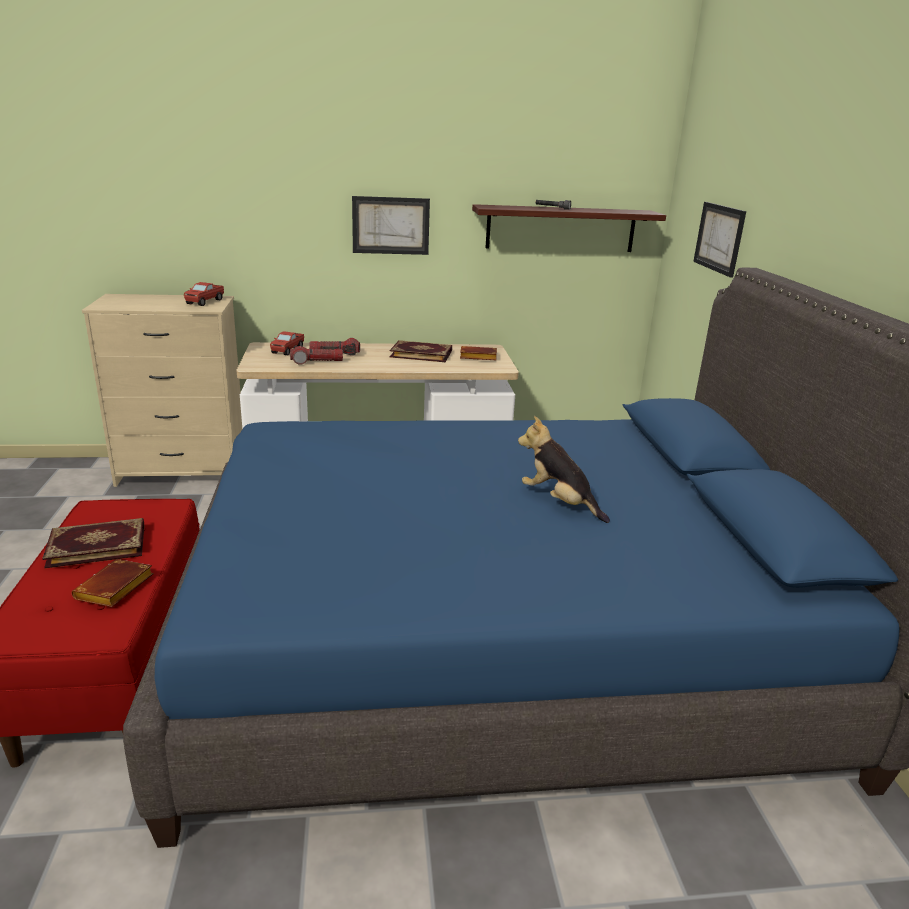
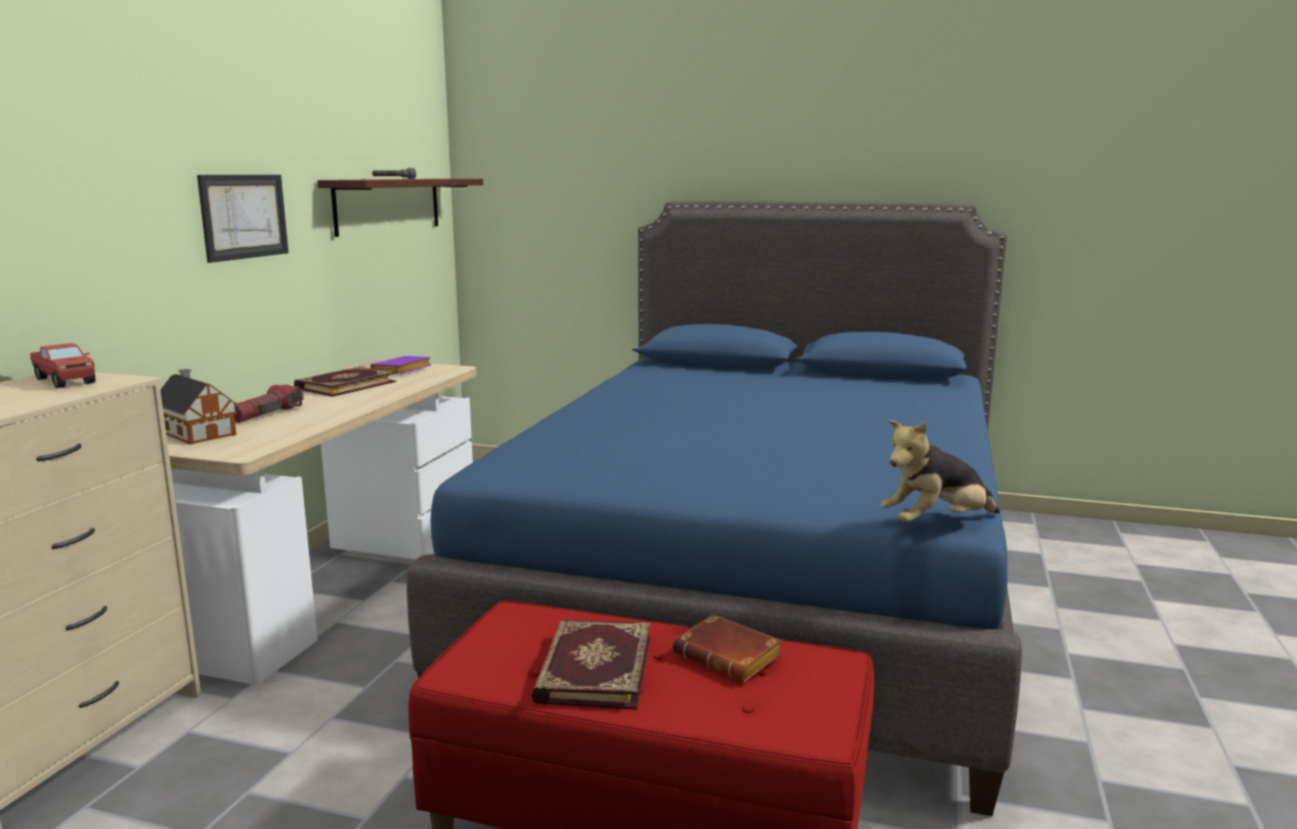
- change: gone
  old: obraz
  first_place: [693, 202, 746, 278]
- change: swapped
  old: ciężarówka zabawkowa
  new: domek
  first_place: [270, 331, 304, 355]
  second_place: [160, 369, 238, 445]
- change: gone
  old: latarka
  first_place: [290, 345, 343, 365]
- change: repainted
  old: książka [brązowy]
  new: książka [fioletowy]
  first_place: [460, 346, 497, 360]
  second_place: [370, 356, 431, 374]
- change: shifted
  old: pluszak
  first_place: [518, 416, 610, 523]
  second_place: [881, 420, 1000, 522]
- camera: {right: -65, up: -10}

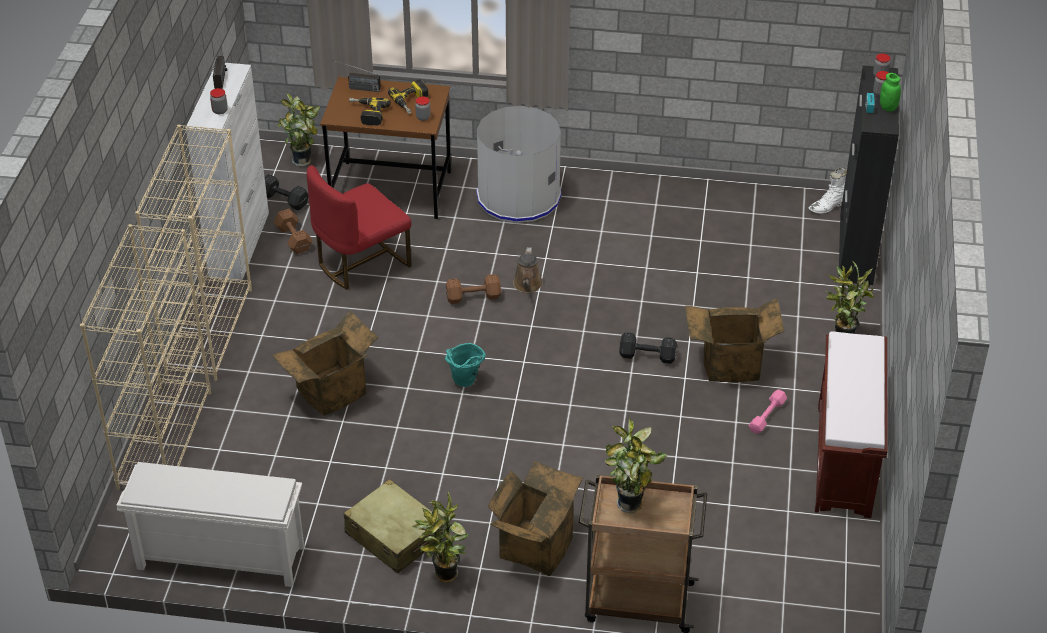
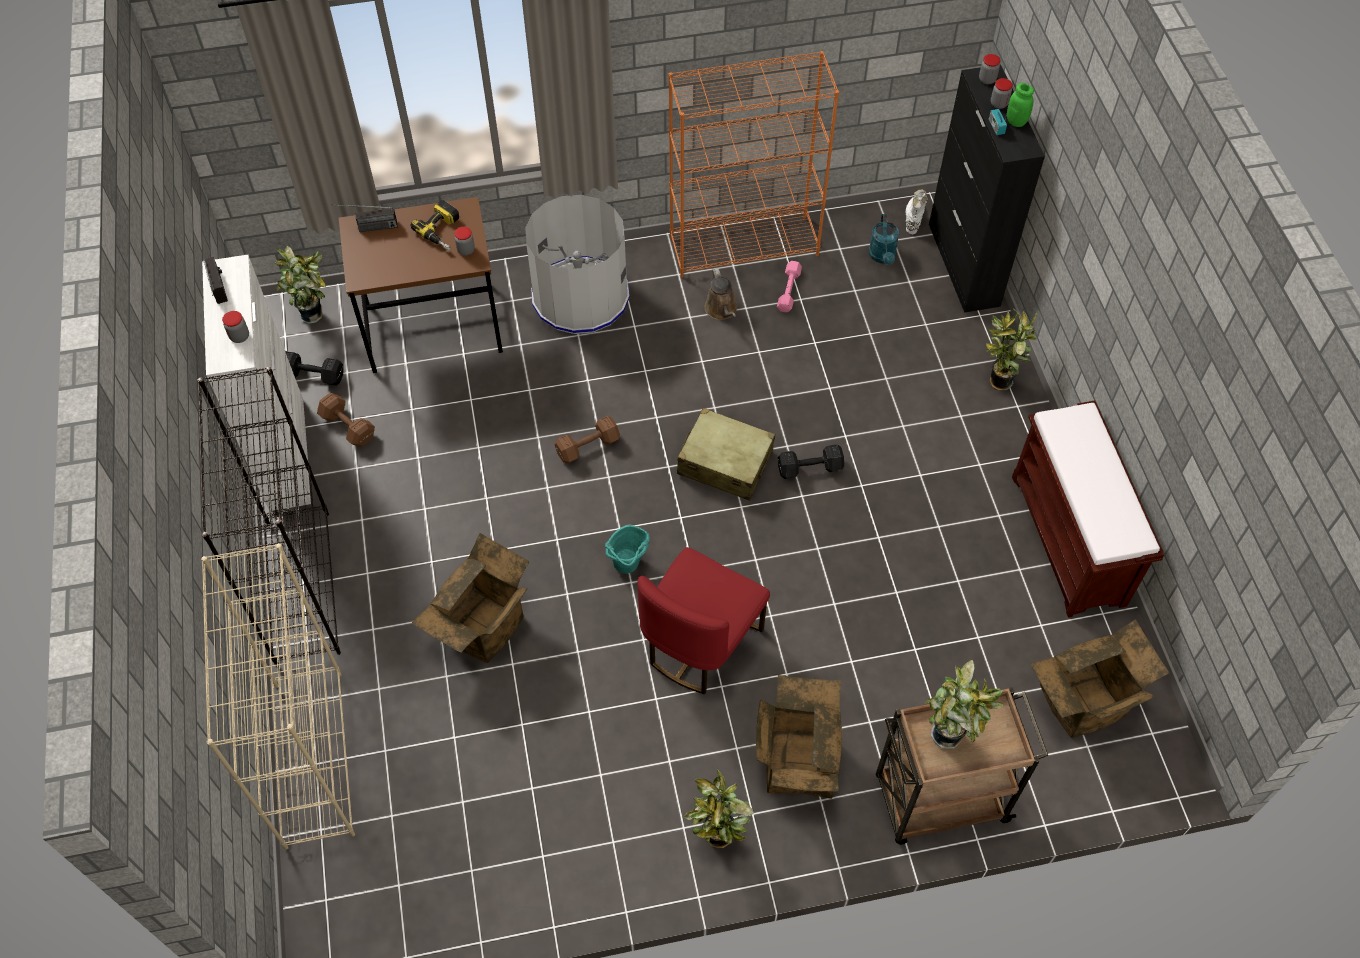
- change: gone
  old: wiertarka
  first_place: [349, 97, 391, 126]
- change: repainted
  old: regał [beżowy]
  new: regał [czarny]
  first_place: [135, 124, 252, 381]
  second_place: [198, 367, 341, 665]
- change: shifted
  old: krzesło [czerwony]
  first_place: [306, 165, 411, 290]
  second_place: [638, 547, 770, 694]
- change: rotated
  old: but z cholewką [biały]
  first_place: [809, 167, 847, 213]
  second_place: [906, 189, 928, 234]
  degrees: 150
- change: shifted
  old: konewka [brązowy]
  first_place: [513, 247, 543, 293]
  second_place: [705, 269, 737, 320]
- change: shifted
  old: karton
  first_place: [685, 298, 784, 382]
  second_place: [1031, 619, 1170, 738]
- change: shifted
  old: hantel [różowy]
  first_place: [748, 389, 787, 434]
  second_place: [777, 261, 802, 312]
- change: gone
  old: regał na buty [biały]
  first_place: [116, 462, 305, 587]
- change: shifted
  old: walizka [beżowy]
  first_place: [344, 479, 443, 574]
  second_place: [677, 408, 775, 501]
- change: new
  new: regał [pomarańczowy]
  second_place: [668, 51, 839, 278]
- change: new
  new: konewka [turkusowy]
  second_place: [869, 214, 899, 265]
- camera: {right: -20, up: 15}

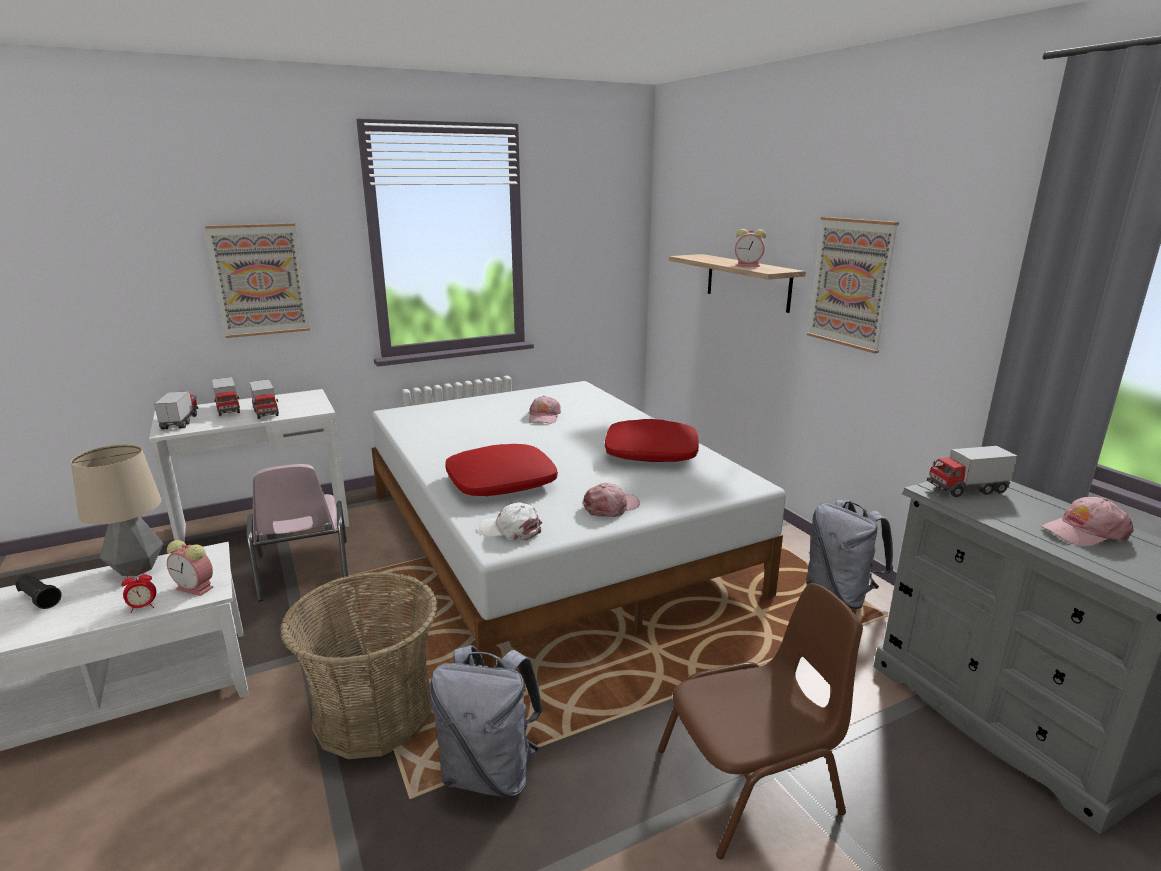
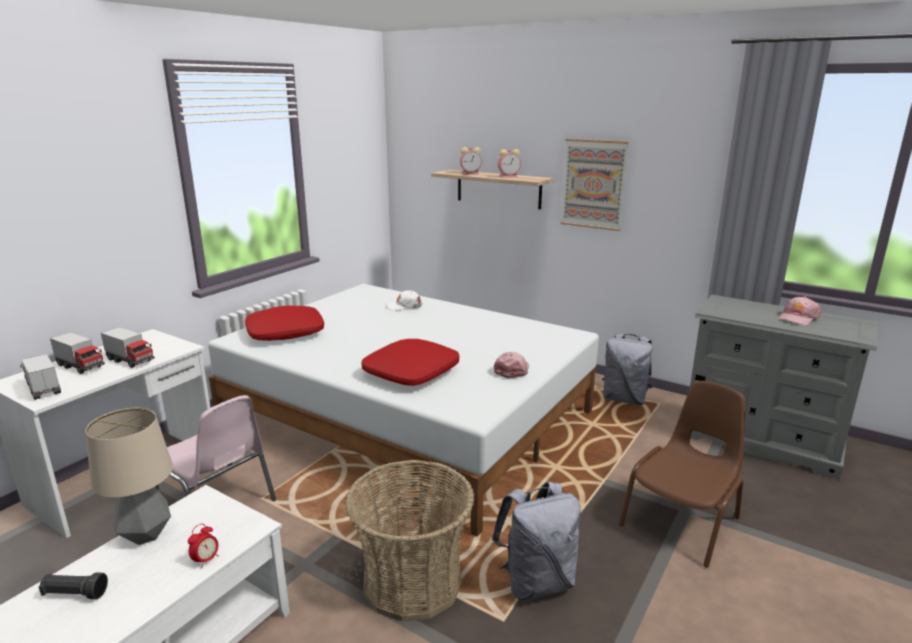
- change: gone
  old: obraz
  first_place: [205, 223, 310, 338]
- change: gone
  old: czapka z daszkiem [różowy]
  first_place: [529, 396, 561, 424]
- change: shifted
  old: poduszka [czerwony]
  first_place: [605, 419, 699, 462]
  second_place: [245, 305, 324, 341]
- change: gone
  old: ciężarówka zabawkowa
  first_place: [927, 446, 1018, 497]
- change: shifted
  old: czapka z daszkiem [biały]
  first_place: [479, 502, 542, 541]
  second_place: [387, 290, 423, 311]
- change: shifted
  old: budzik
  first_place: [167, 540, 214, 596]
  second_place: [460, 147, 482, 175]
- camera: {right: -30, up: 0}

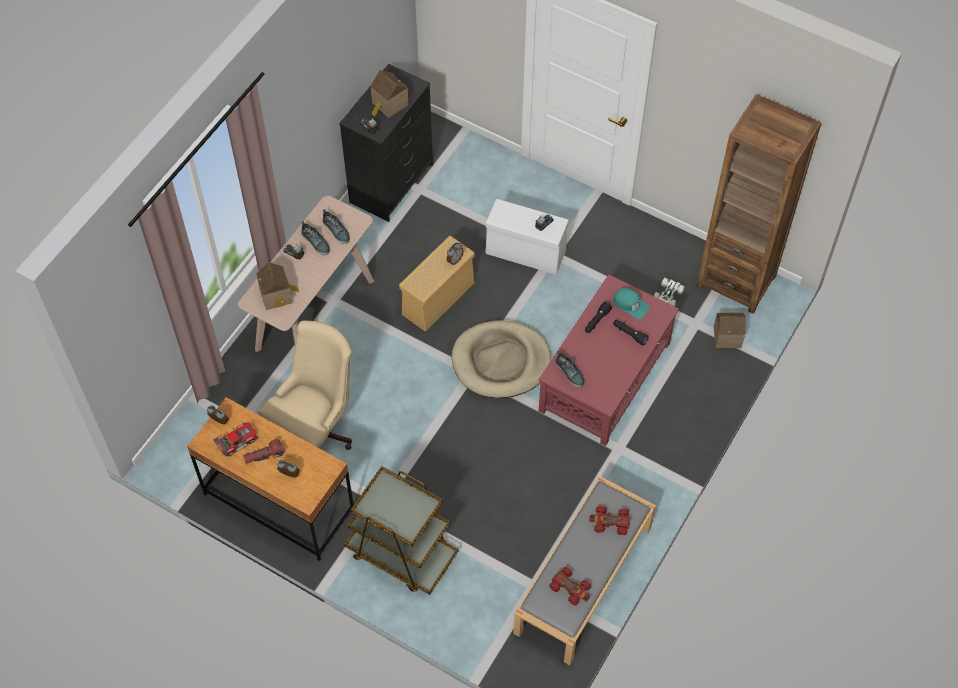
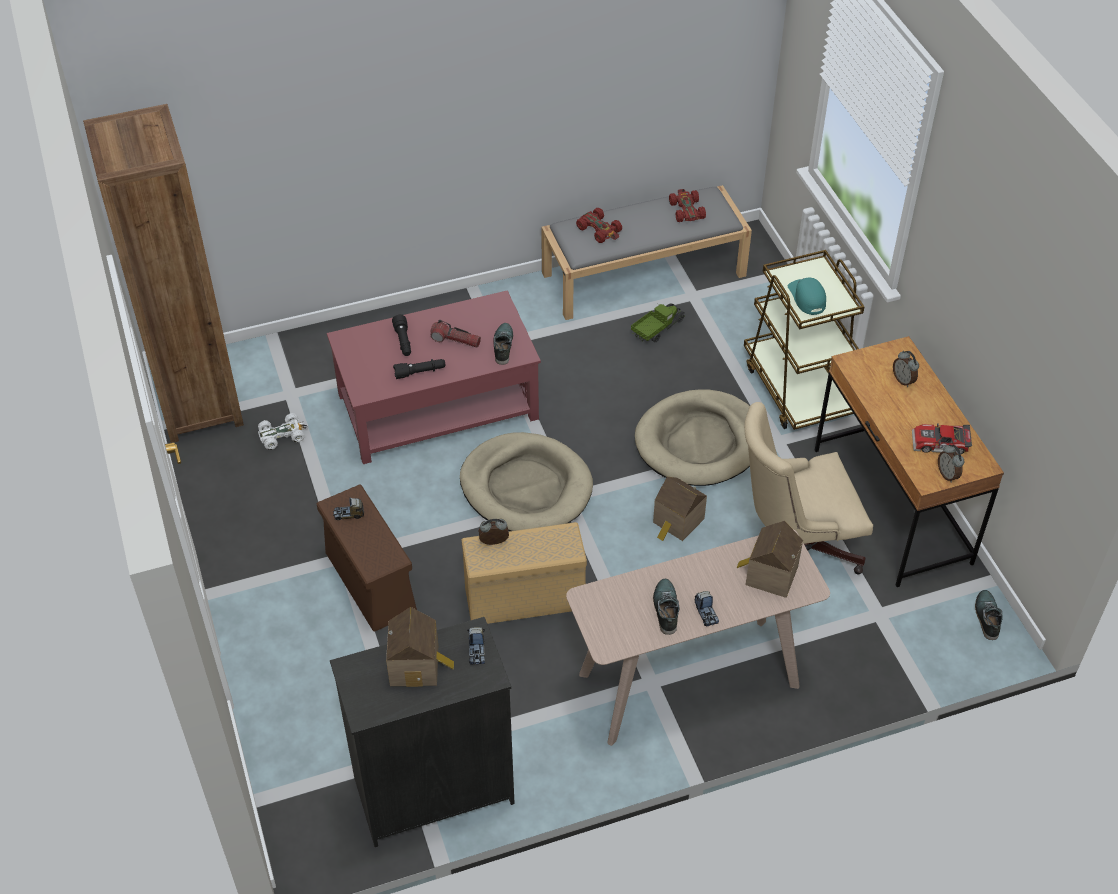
- change: repainted
  old: pojemnik do przechowywania [biały]
  new: pojemnik do przechowywania [brązowy]
  first_place: [486, 199, 569, 274]
  second_place: [317, 485, 417, 631]
- change: shifted
  old: but
  first_place: [323, 209, 350, 244]
  second_place: [975, 590, 1002, 640]
- change: shifted
  old: czapka z daszkiem [turkusowy]
  first_place: [613, 288, 650, 319]
  second_place: [788, 278, 826, 315]
- change: shifted
  old: domek
  first_place: [714, 313, 746, 348]
  second_place: [653, 477, 707, 541]
- change: shifted
  old: latarka
  first_place: [243, 439, 285, 464]
  second_place: [431, 320, 481, 347]
- change: new
  new: ciężarówka zabawkowa
  second_place: [631, 303, 685, 342]
- change: new
  new: legowisko [beżowy]
  second_place: [635, 390, 750, 486]
- camera: {right: -140, up: -10}

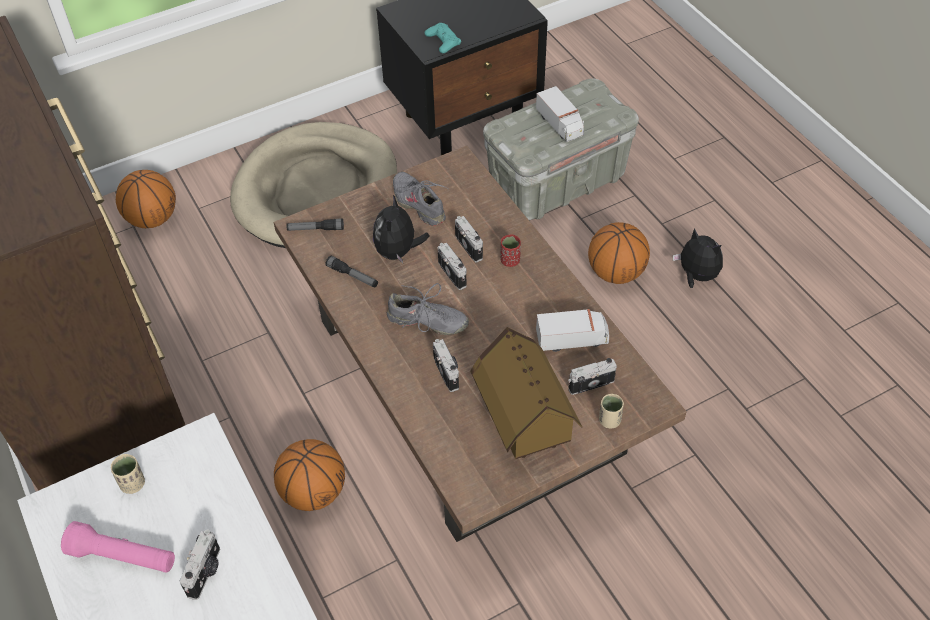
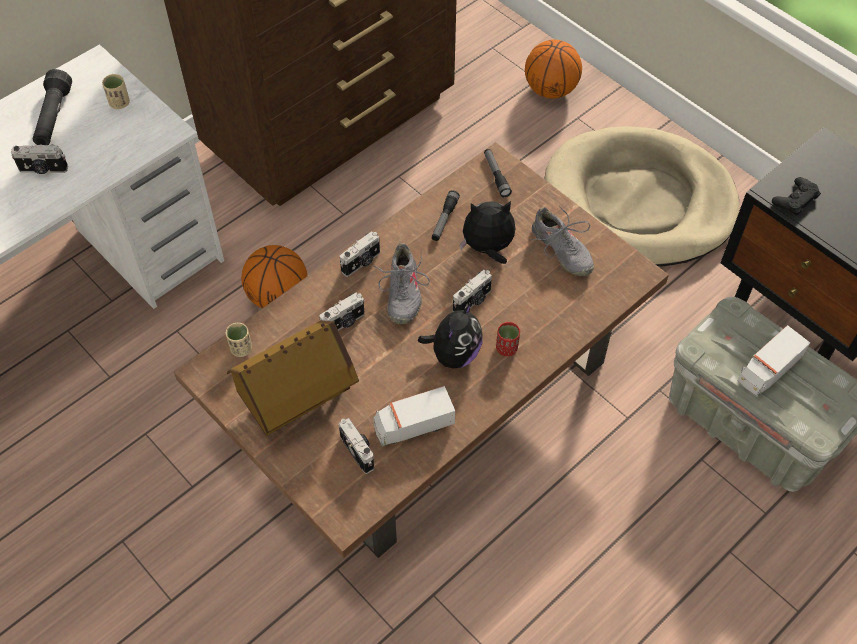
- change: repainted
  old: pad do gier [turkusowy]
  new: pad do gier [czarny]
  first_place: [425, 23, 461, 53]
  second_place: [772, 177, 821, 216]
- change: rotated
  old: but [szary]
  first_place: [393, 172, 449, 226]
  second_place: [530, 205, 594, 276]
  degrees: 105
- change: shifted
  old: aparat fotograficzny
  first_place: [455, 216, 483, 262]
  second_place: [340, 231, 380, 277]
- change: gone
  old: piłka do koszykówki
  first_place: [588, 222, 650, 284]
- change: shifted
  old: pluszak
  first_place: [673, 228, 723, 288]
  second_place: [418, 303, 482, 368]
- change: rotated
  old: ciężarówka zabawkowa
  first_place: [536, 309, 609, 352]
  second_place: [373, 386, 455, 446]
  degrees: 90
- change: shifted
  old: filiżanka [beżowy]
  first_place: [599, 394, 624, 429]
  second_place: [226, 323, 252, 357]
- change: repainted
  old: latarka [różowy]
  new: latarka [czarny]
  first_place: [61, 521, 175, 573]
  second_place: [33, 69, 72, 145]
- camera: {right: 75, up: 5}

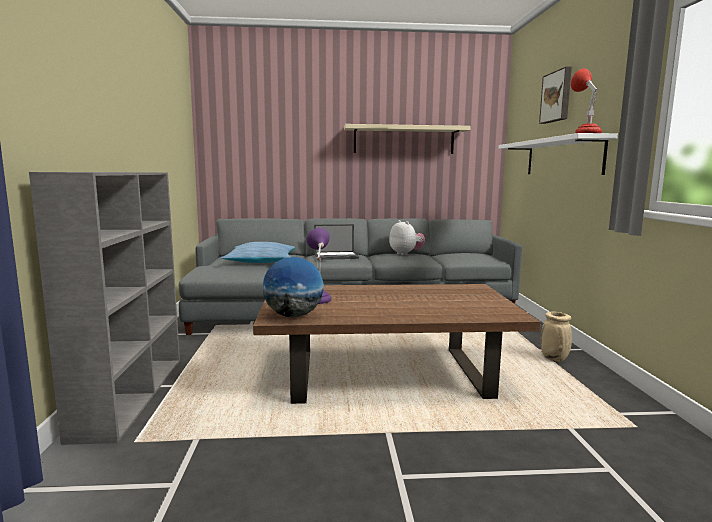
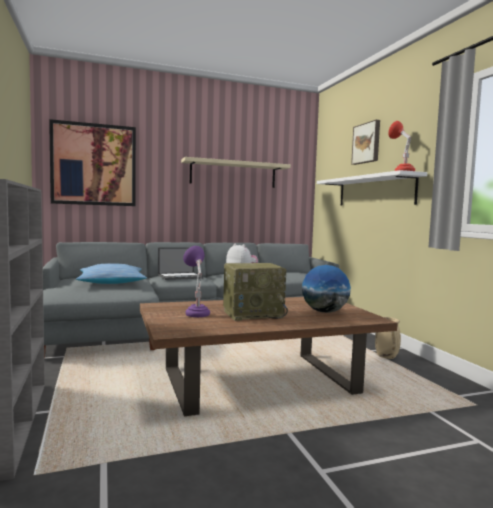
- change: shifted
  old: globus
  first_place: [263, 257, 324, 318]
  second_place: [302, 265, 351, 313]
- change: new
  new: obraz
  second_place: [49, 119, 136, 206]
- change: new
  new: radio
  second_place: [223, 263, 288, 321]
- camera: {right: -15, up: -5}

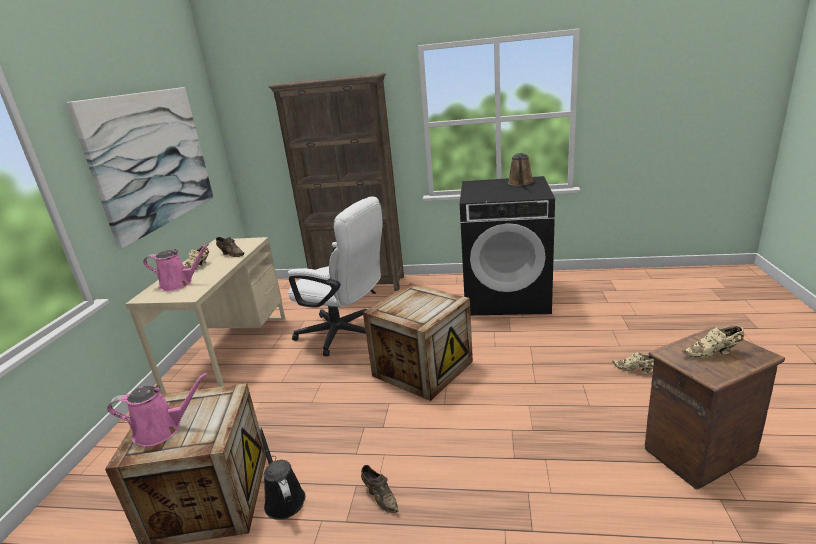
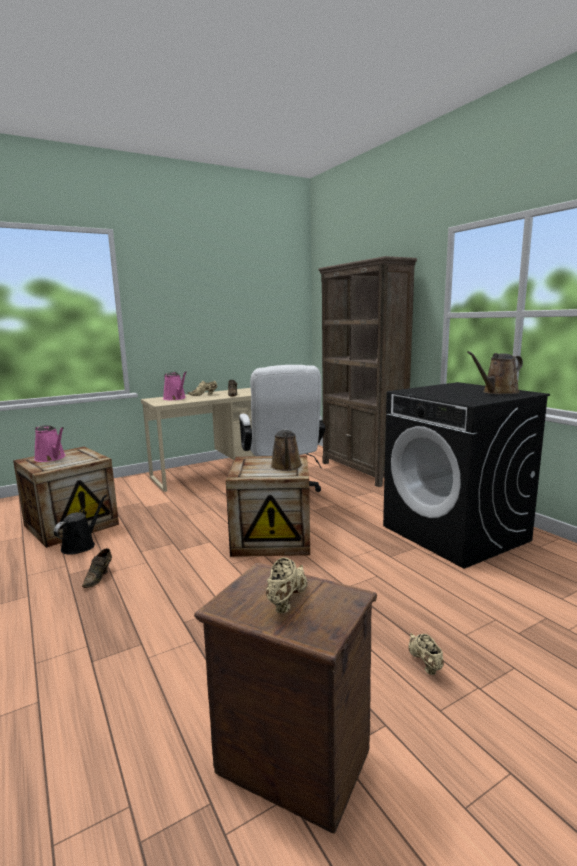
- change: gone
  old: obraz
  first_place: [66, 87, 214, 248]
- change: rotated
  old: but [beżowy]
  first_place: [682, 325, 744, 359]
  second_place: [266, 557, 308, 613]
  degrees: 60
- change: new
  new: konewka [brązowy]
  second_place: [271, 429, 302, 471]
- camera: {right: 50, up: -10}

